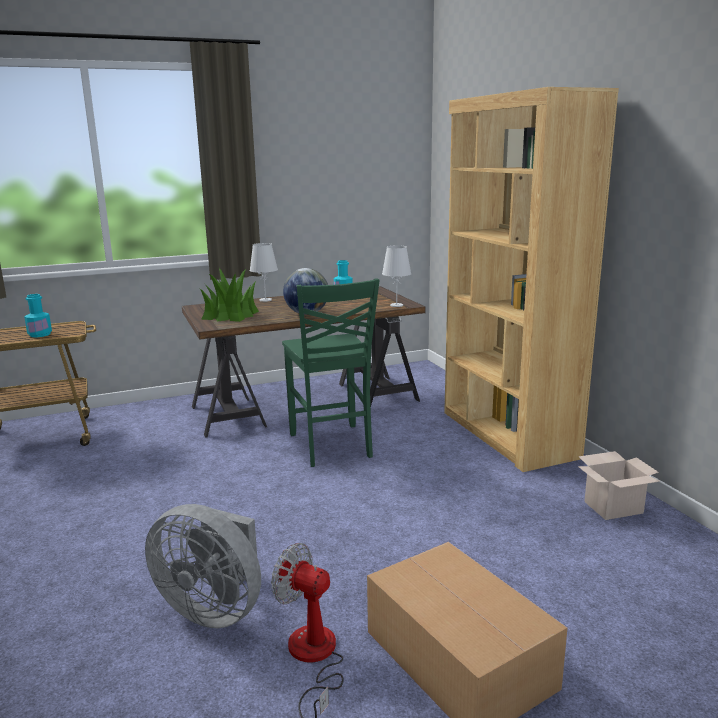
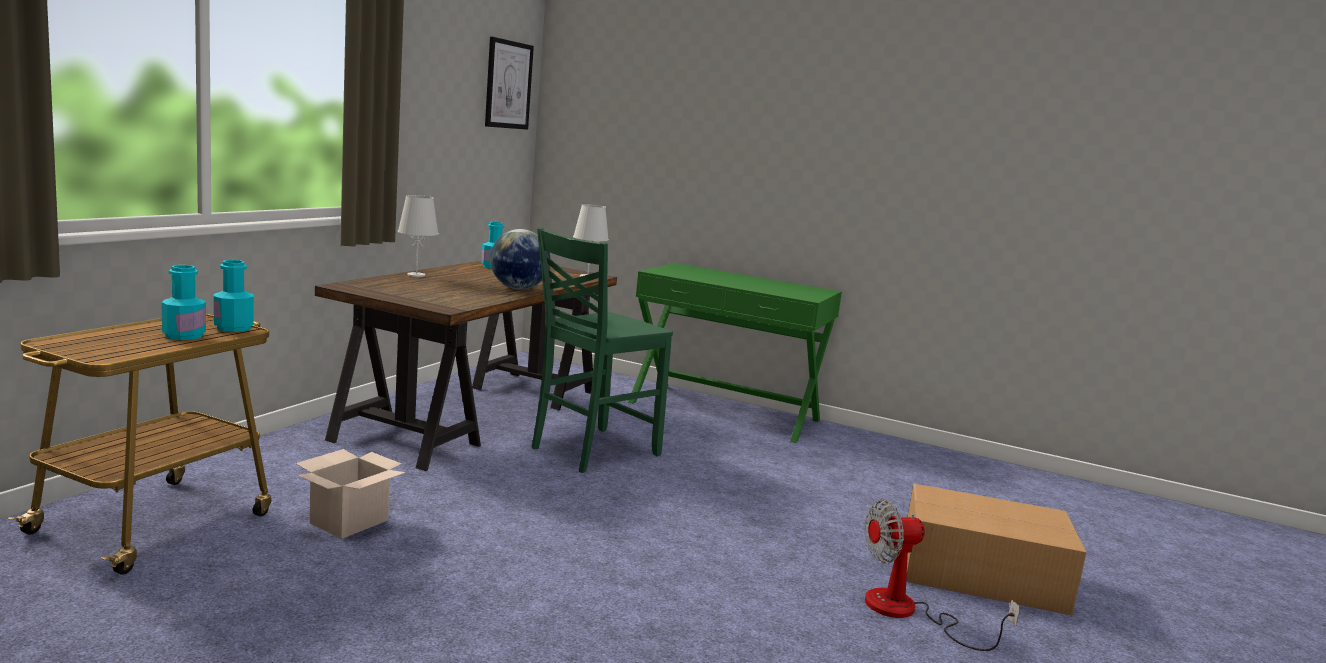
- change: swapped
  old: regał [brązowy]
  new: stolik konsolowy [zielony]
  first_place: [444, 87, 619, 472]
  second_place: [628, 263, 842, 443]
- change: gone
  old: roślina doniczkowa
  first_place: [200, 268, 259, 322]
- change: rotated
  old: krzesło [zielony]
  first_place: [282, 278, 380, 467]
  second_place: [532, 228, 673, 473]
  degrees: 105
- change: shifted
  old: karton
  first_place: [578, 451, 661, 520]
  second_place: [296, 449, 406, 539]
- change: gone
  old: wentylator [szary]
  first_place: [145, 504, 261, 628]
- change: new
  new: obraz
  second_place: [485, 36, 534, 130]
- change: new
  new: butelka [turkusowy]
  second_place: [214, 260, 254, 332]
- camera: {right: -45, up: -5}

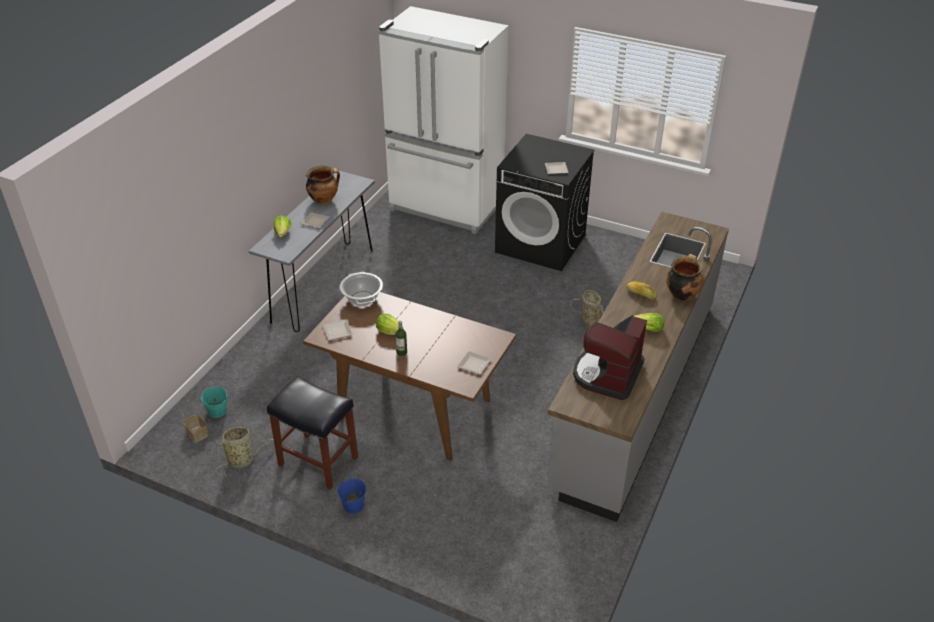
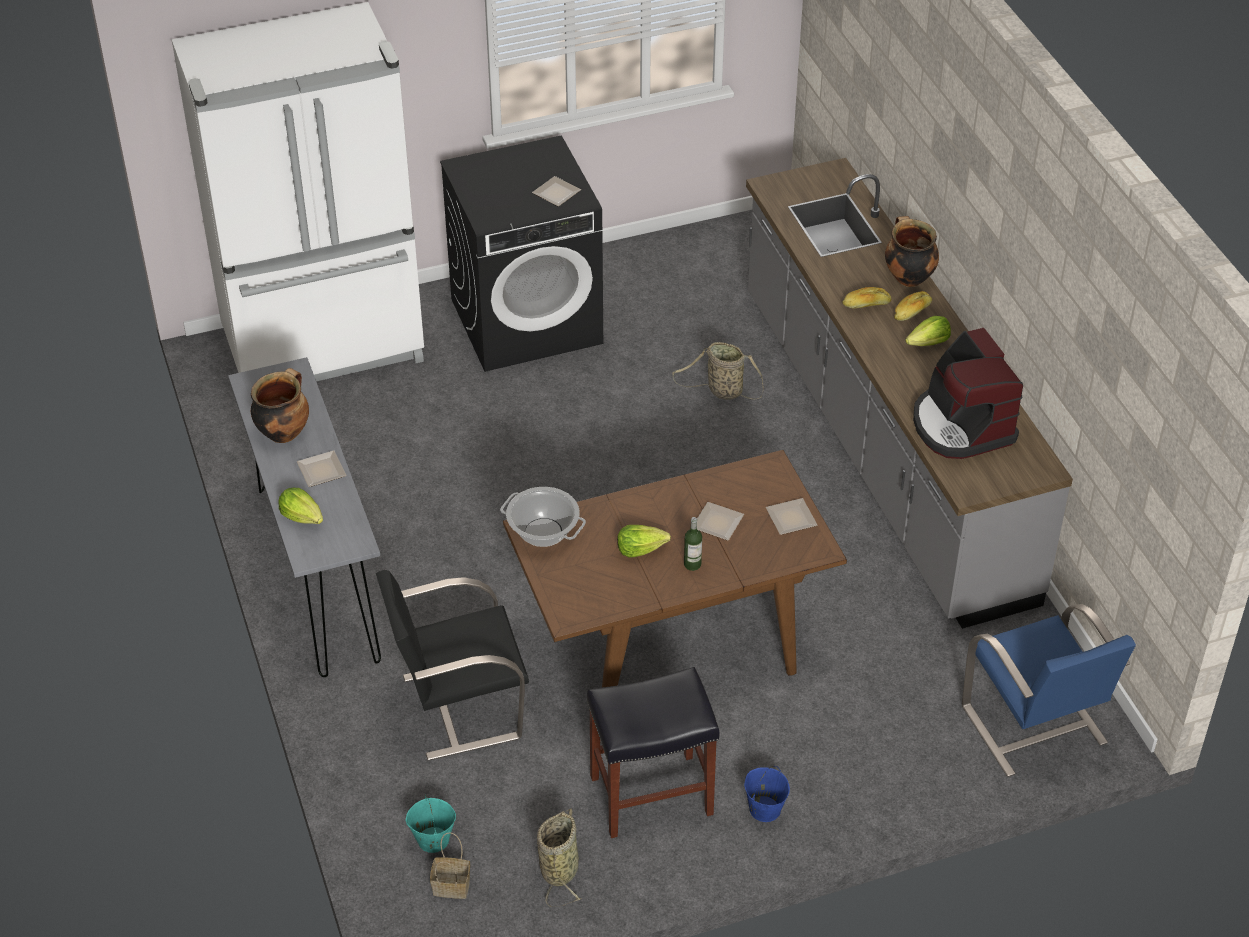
- change: shifted
  old: talerz
  first_place: [323, 320, 353, 340]
  second_place: [697, 502, 744, 541]
- change: new
  new: chleb
  second_place: [894, 291, 932, 321]
- change: new
  new: krzesło [czarny]
  second_place: [376, 570, 529, 761]
- change: new
  new: krzesło [niebieski]
  second_place: [962, 604, 1136, 777]
- camera: {right: -45, up: 5}

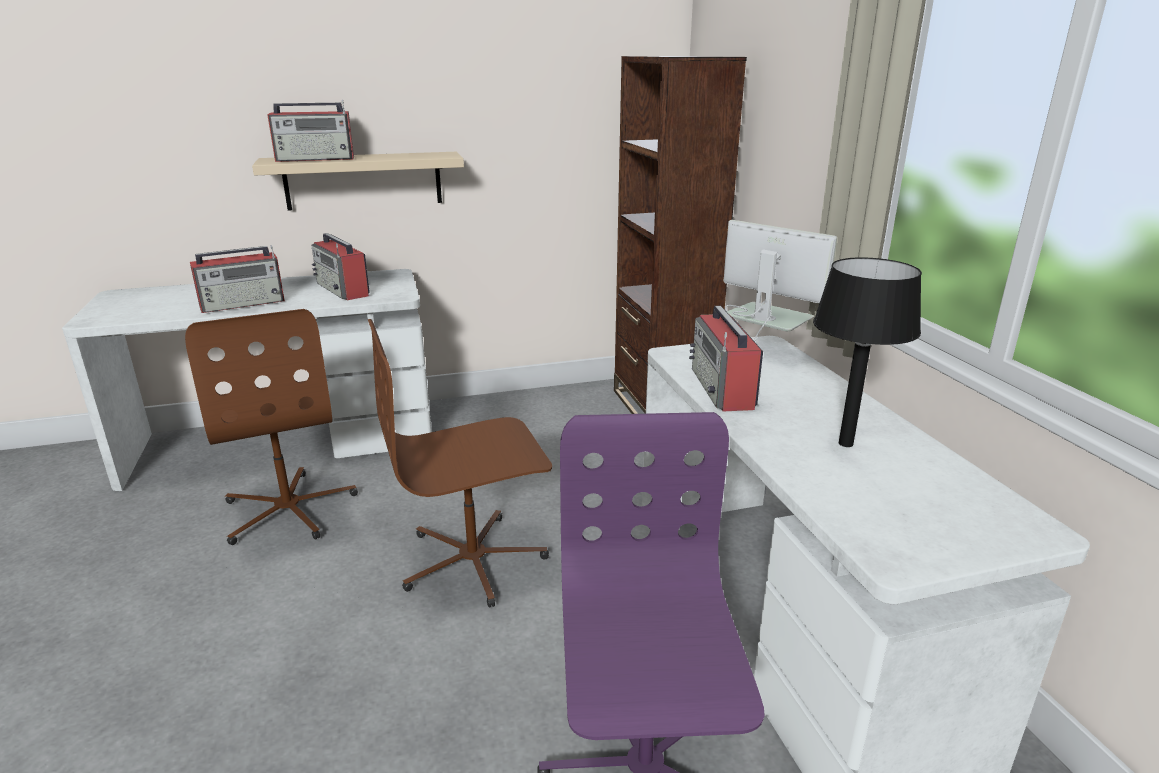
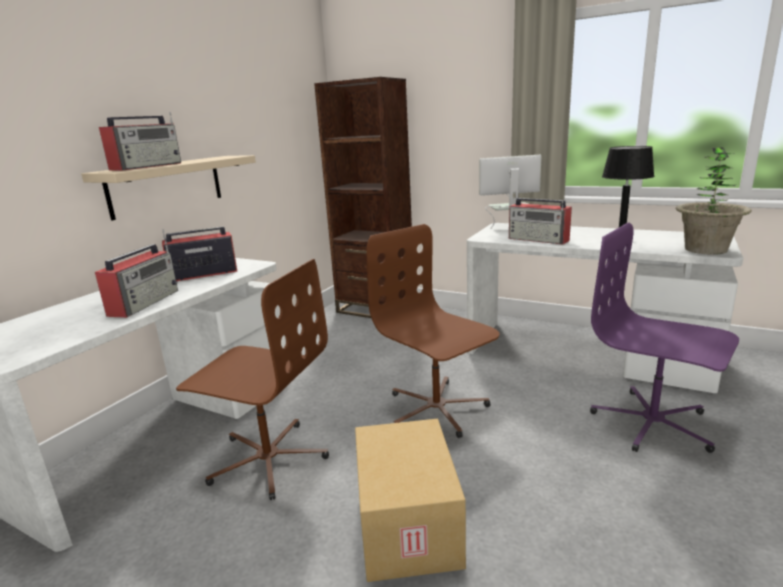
- change: rotated
  old: radio
  first_place: [311, 233, 370, 300]
  second_place: [162, 226, 237, 281]
  degrees: 150
- change: rotated
  old: krzesło biurowe [brązowy]
  first_place: [368, 319, 552, 608]
  second_place: [367, 224, 500, 438]
  degrees: 120
- change: new
  new: roślina doniczkowa
  second_place: [676, 147, 752, 255]
- change: new
  new: karton
  second_place: [355, 419, 466, 582]
- camera: {right: -45, up: -5}

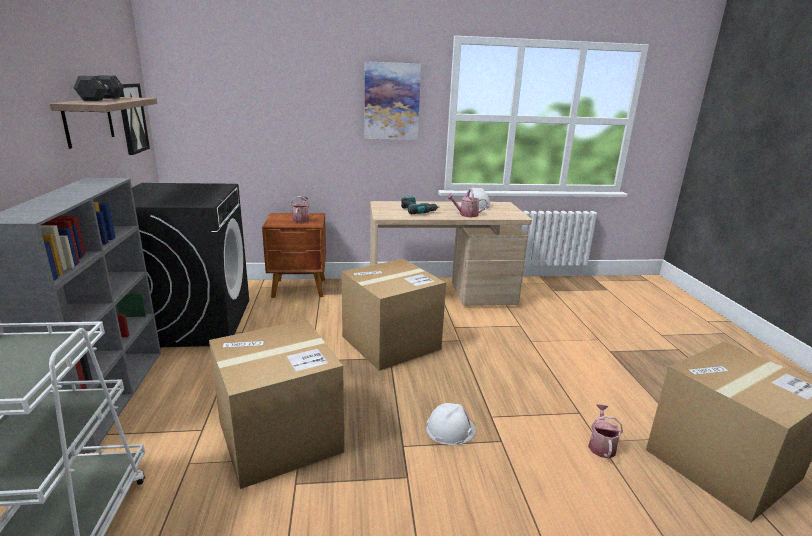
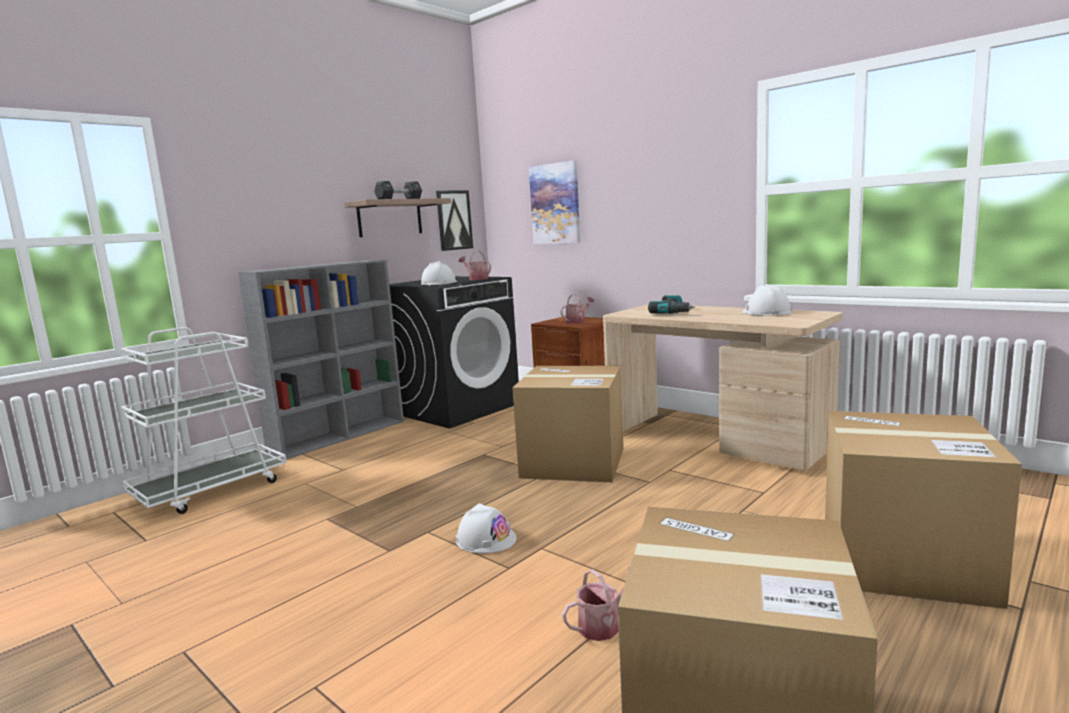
- change: shifted
  old: obraz
  first_place: [364, 61, 421, 140]
  second_place: [529, 160, 580, 244]
- change: shifted
  old: konewka
  first_place: [446, 188, 488, 217]
  second_place: [459, 251, 491, 280]
- change: shifted
  old: karton
  first_place: [209, 319, 345, 489]
  second_place: [825, 411, 1022, 609]
- change: new
  new: kask [biały]
  second_place: [421, 261, 457, 285]
- camera: {right: 50, up: -10}

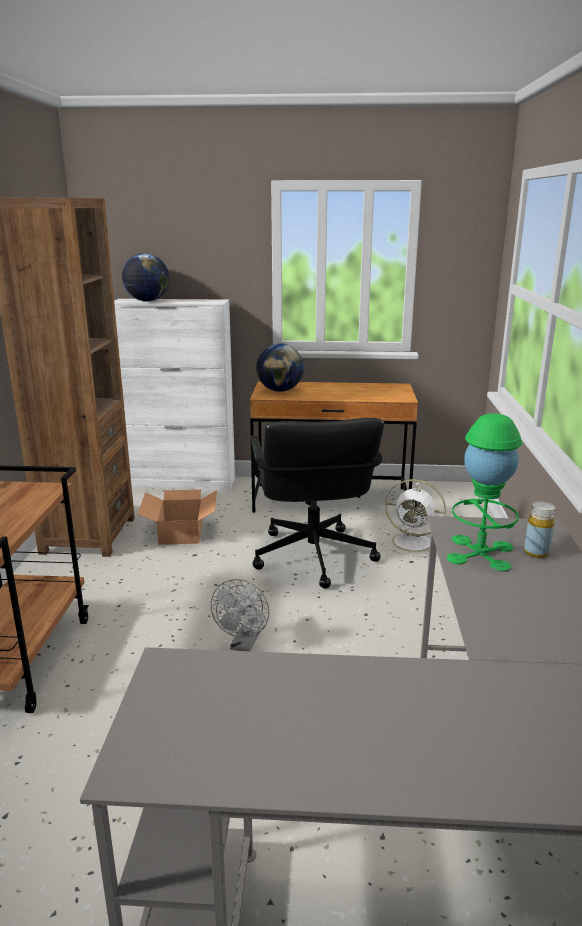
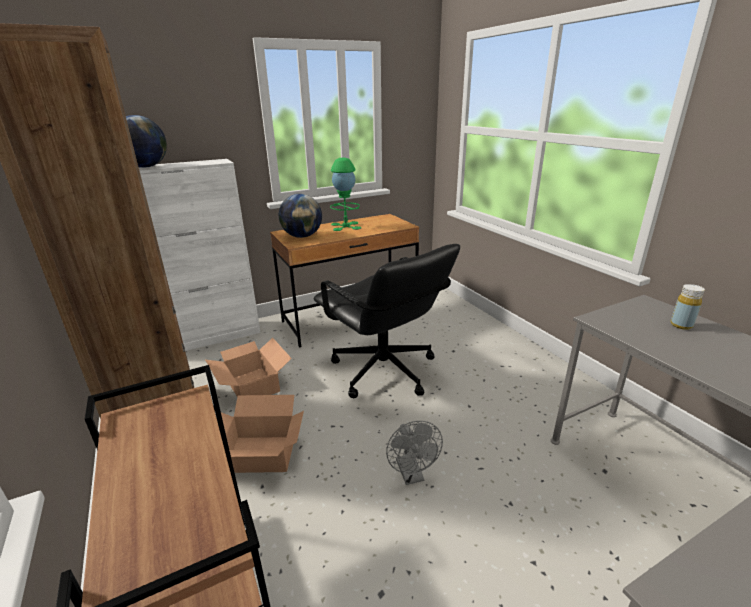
- change: shifted
  old: lampa stołowa [zielony]
  first_place: [447, 413, 522, 572]
  second_place: [330, 158, 361, 231]
- change: gone
  old: wentylator [biały]
  first_place: [383, 479, 446, 557]
- change: new
  new: karton
  second_place: [221, 395, 304, 473]
- camera: {right: -30, up: 5}

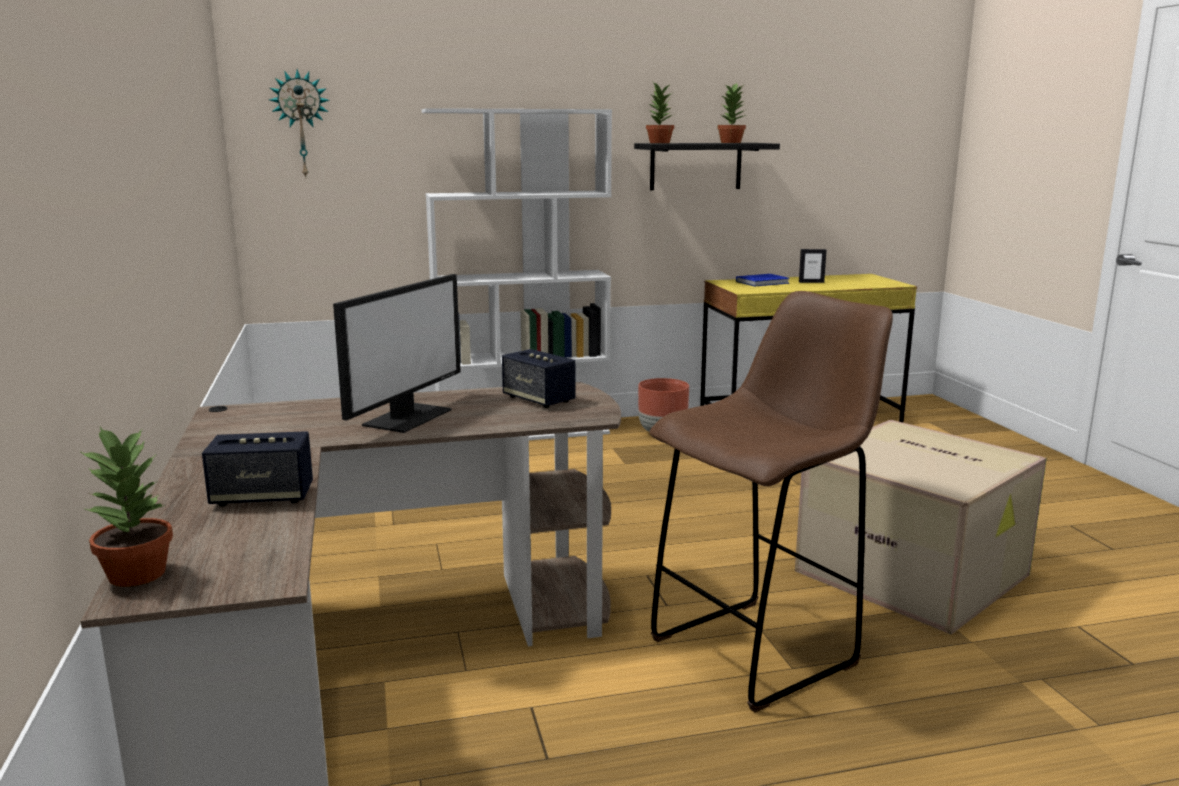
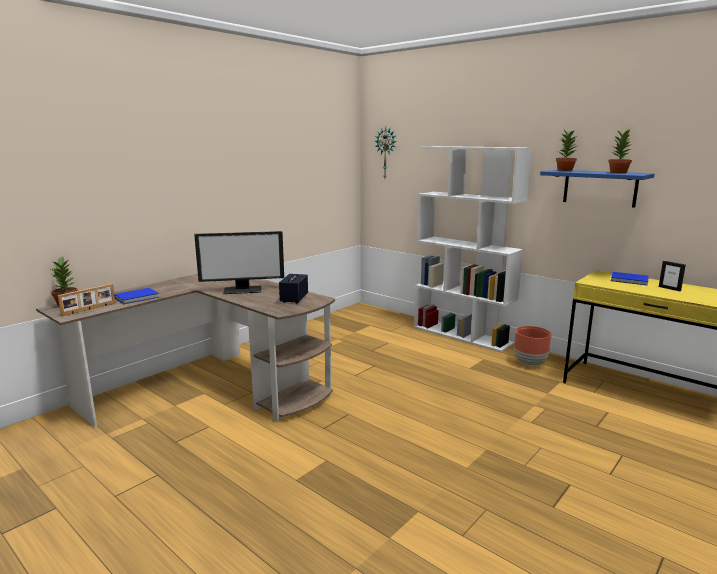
- change: repainted
  old: półka [czarny]
  new: półka [niebieski]
  first_place: [634, 143, 780, 190]
  second_place: [540, 170, 654, 208]
- change: gone
  old: stołek [brązowy]
  first_place: [649, 291, 893, 712]
- change: gone
  old: karton
  first_place: [795, 420, 1047, 634]
- change: swapped
  old: głośnik
  new: książka [niebieski]
  first_place: [202, 431, 313, 507]
  second_place: [114, 288, 159, 304]
- change: new
  new: ramka na zdjęcie
  second_place: [58, 284, 116, 316]
- camera: {right: 55, up: 0}

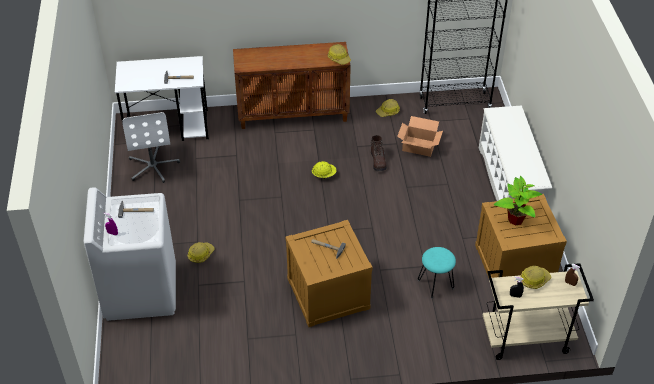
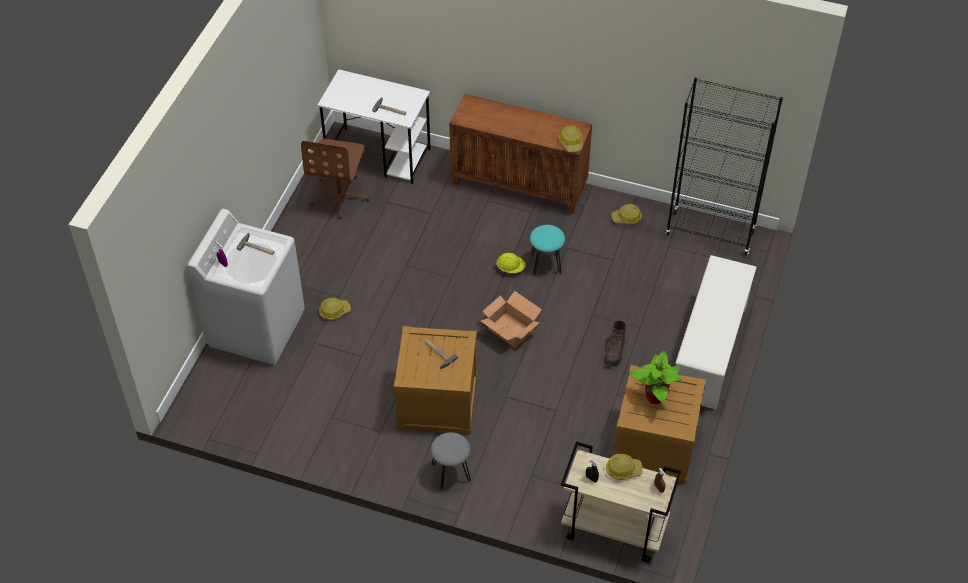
- change: repainted
  old: krzesło biurowe [biały]
  new: krzesło biurowe [brązowy]
  first_place: [122, 112, 180, 183]
  second_place: [301, 139, 370, 218]
- change: shifted
  old: karton
  first_place: [397, 116, 443, 157]
  second_place: [481, 291, 542, 348]
- change: shifted
  old: but z cholewką [brązowy]
  first_place: [371, 135, 387, 171]
  second_place: [604, 321, 627, 367]
- change: shifted
  old: stołek [turkusowy]
  first_place: [418, 247, 456, 298]
  second_place: [530, 225, 565, 276]
- change: new
  new: stołek [szary]
  second_place: [431, 432, 471, 490]
- camera: {right: 25, up: 5}

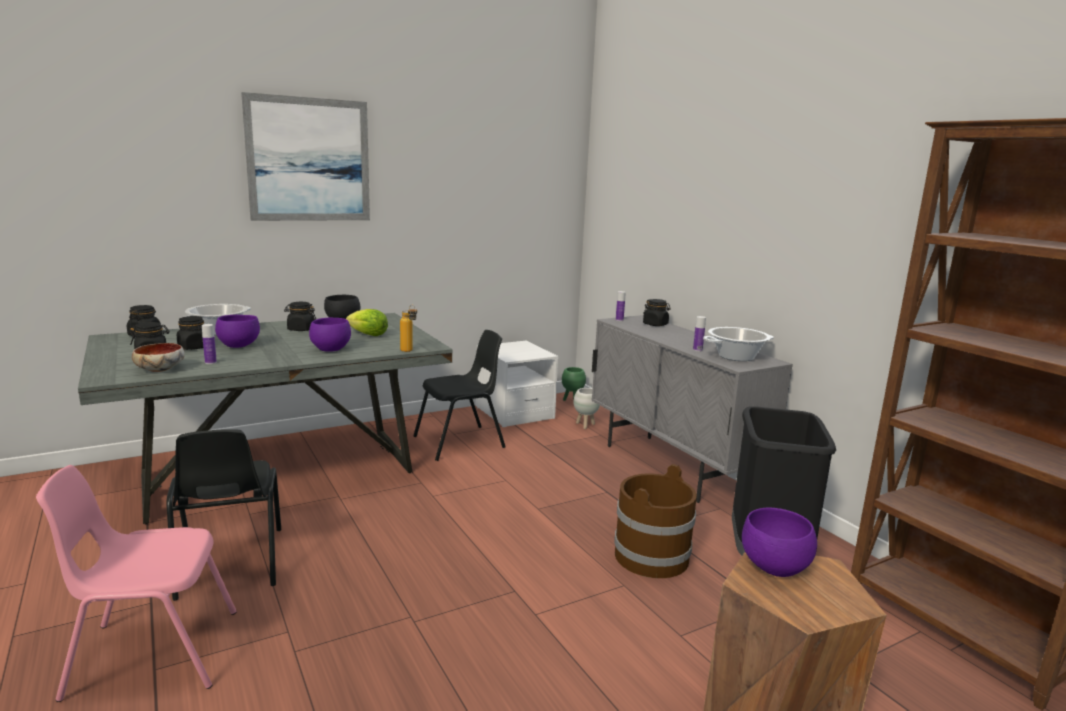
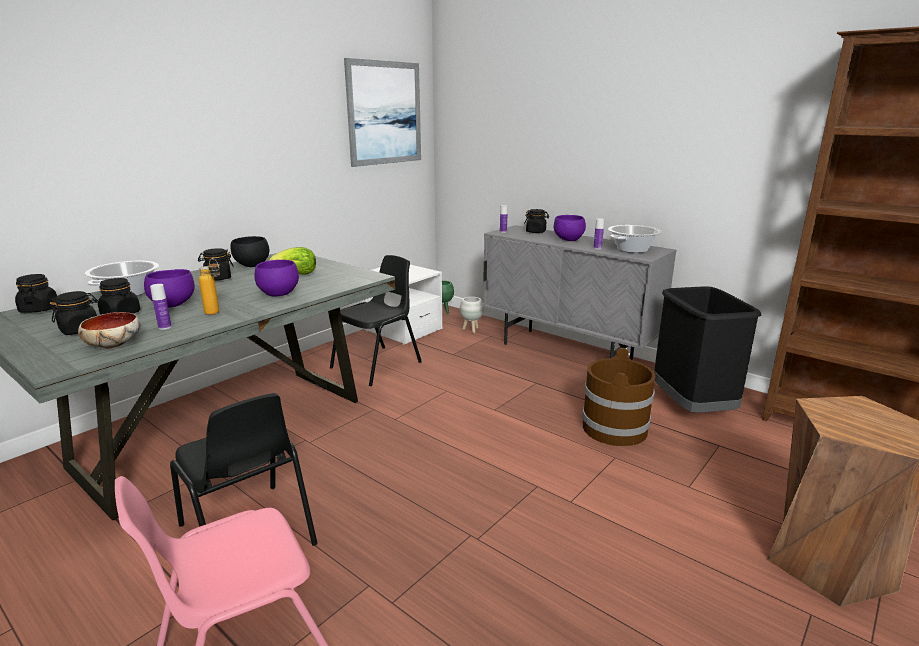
- change: shifted
  old: obraz
  first_place: [241, 92, 370, 221]
  second_place: [344, 58, 421, 167]
- change: shifted
  old: butelka
  first_place: [400, 305, 417, 352]
  second_place: [199, 259, 220, 315]
- change: shifted
  old: miska [fioletowy]
  first_place: [742, 508, 817, 577]
  second_place: [554, 215, 586, 241]
- camera: {right: -20, up: 5}

